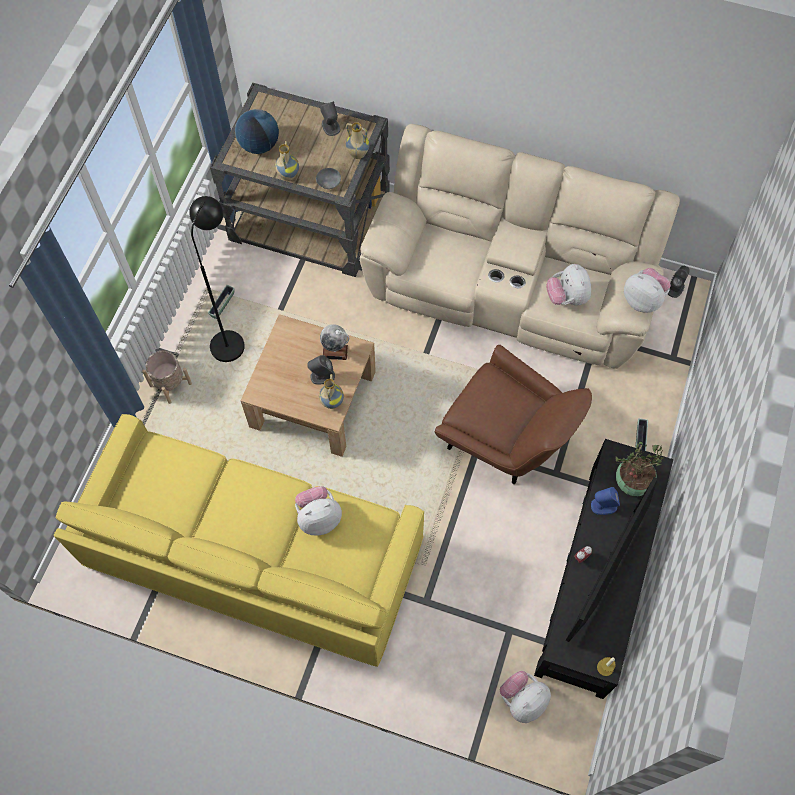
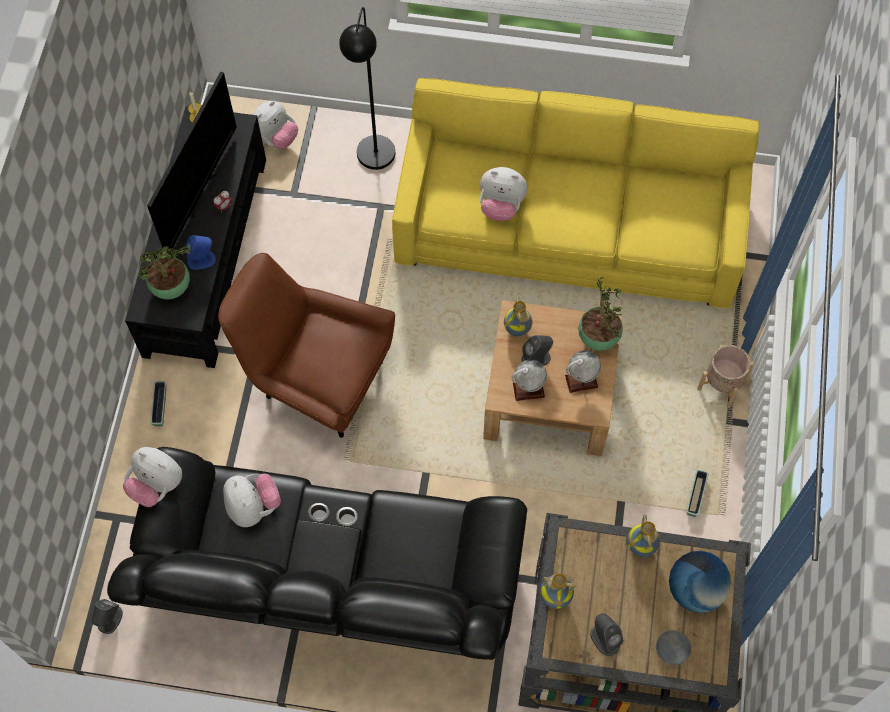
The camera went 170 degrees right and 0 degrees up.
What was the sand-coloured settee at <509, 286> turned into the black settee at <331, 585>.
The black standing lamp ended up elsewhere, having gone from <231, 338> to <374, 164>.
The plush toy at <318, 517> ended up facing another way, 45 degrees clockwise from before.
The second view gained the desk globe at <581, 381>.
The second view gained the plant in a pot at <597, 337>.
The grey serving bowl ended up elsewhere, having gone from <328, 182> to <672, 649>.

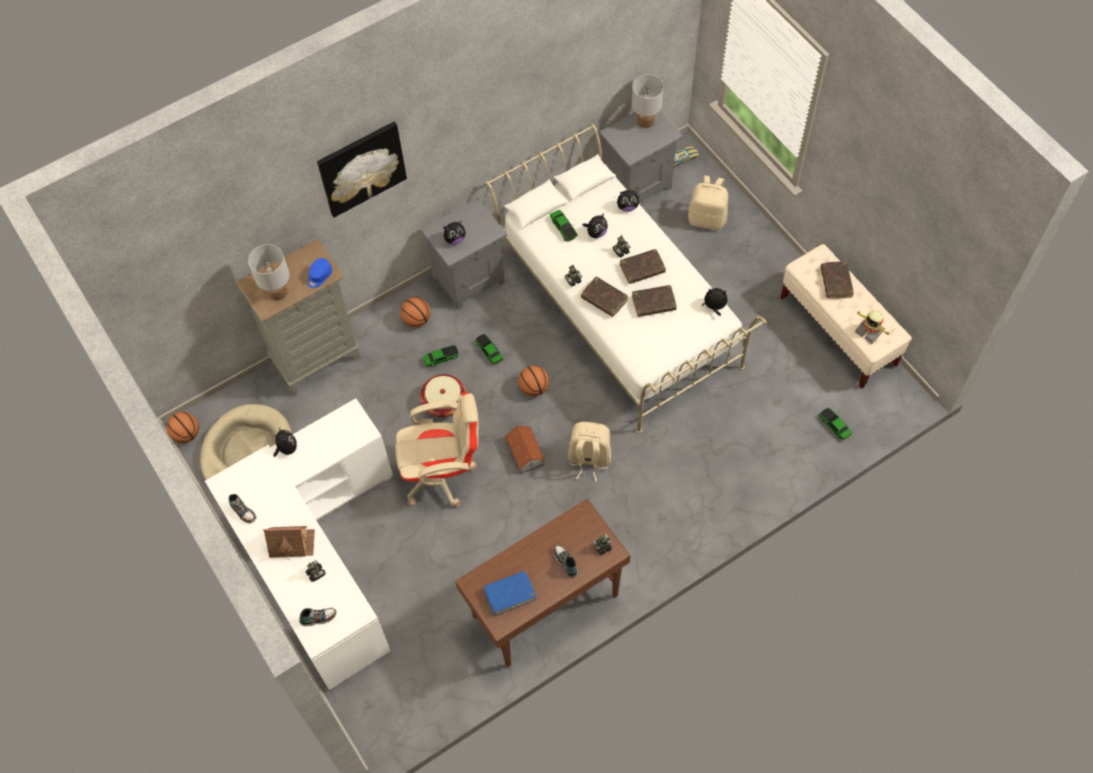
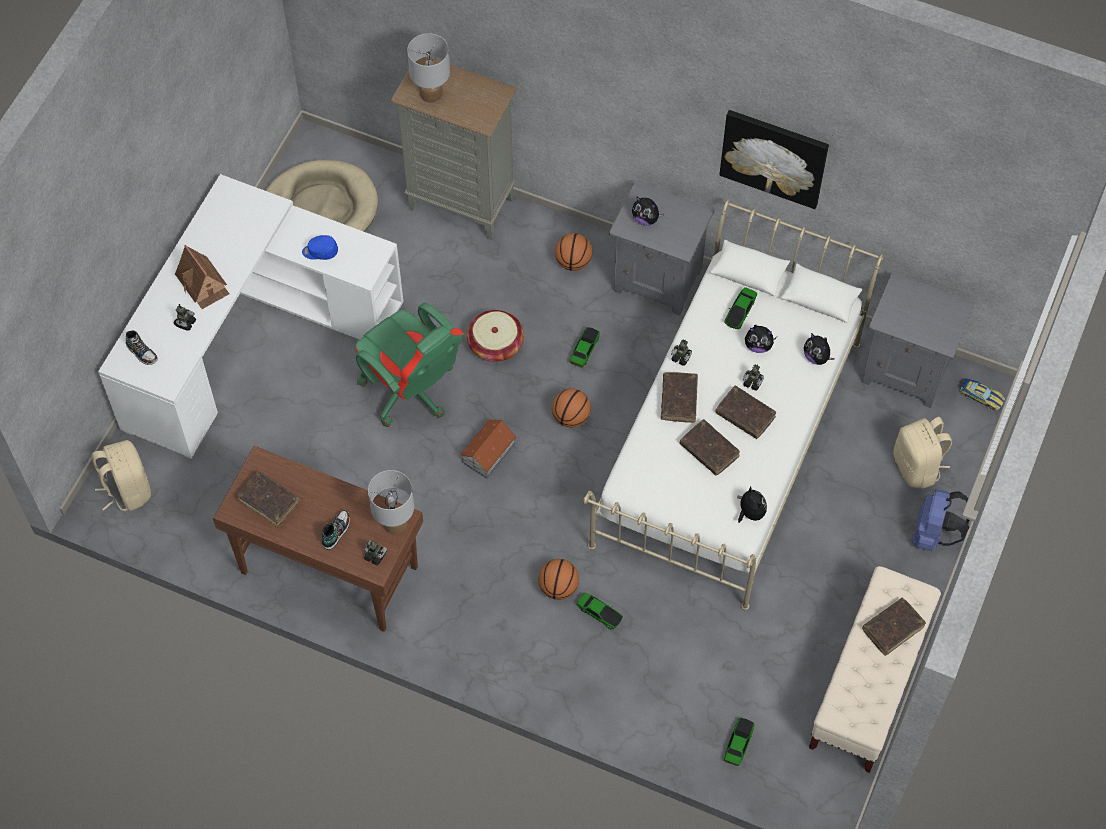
The camera went 55 degrees right and 0 degrees up.
The sand-coloured knapsack ended up elsewhere, having gone from <589, 459> to <127, 489>.
What was the blue book at <510, 595> turned into the brown book at <269, 501>.
The blue peaked cap ended up elsewhere, having gone from <319, 276> to <320, 252>.
What was the sand-coloured desk chair at <444, 475> turned into the green-coloured desk chair at <412, 393>.
The grey lamp for a table ended up elsewhere, having gone from <645, 121> to <394, 523>.
The ball for basketball ended up elsewhere, having gone from <186, 434> to <558, 587>.
The model car ended up elsewhere, having gone from <441, 358> to <599, 613>.
The wall picture ended up elsewhere, having gone from <361, 168> to <774, 157>.
The second view gained the blue knapsack at <934, 534>.
The second view lost the low shoe at <243, 511>.
The second view lost the plush toy at <286, 448>.
The second view lost the toy robot at <869, 330>.

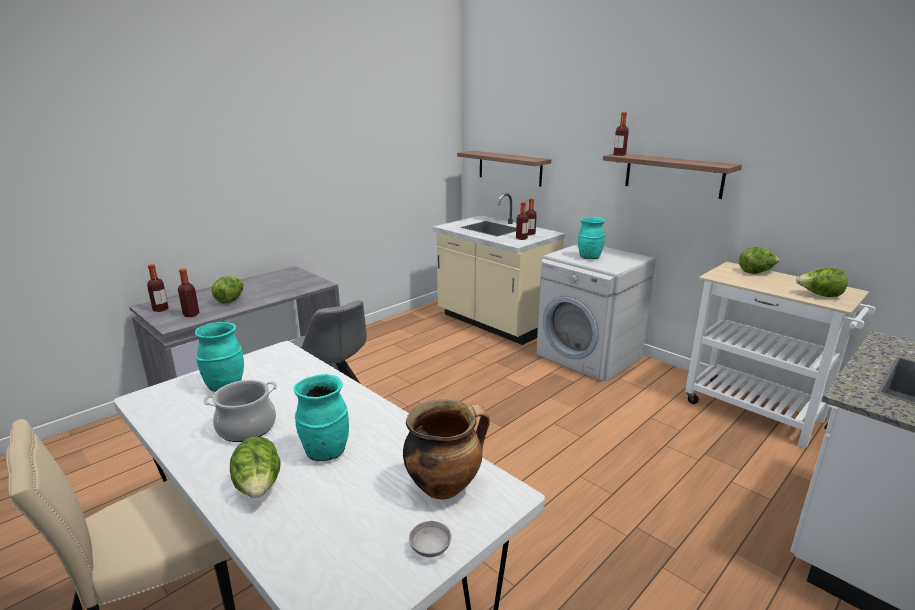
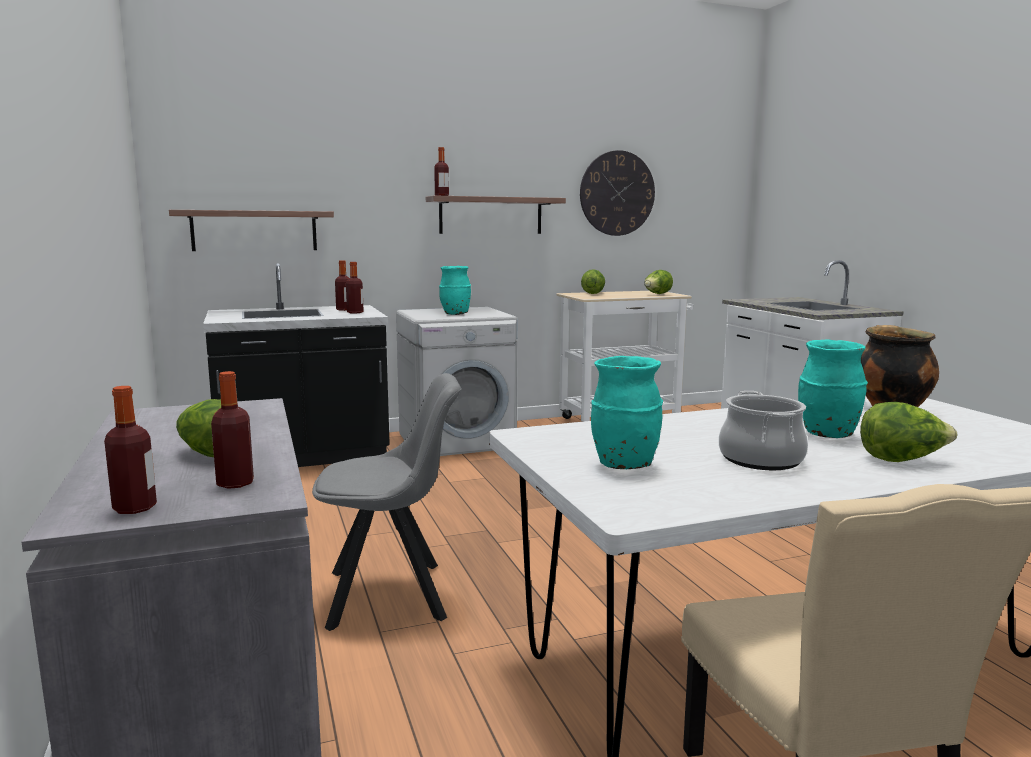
The camera went 65 degrees left and 10 degrees down.
What was the sand-coloured kitchen counter at <495, 322> turned into the black kitchen counter at <303, 456>.
The second view gained the wall clock at <617, 193>.
The second view lost the grey serving bowl at <430, 548>.

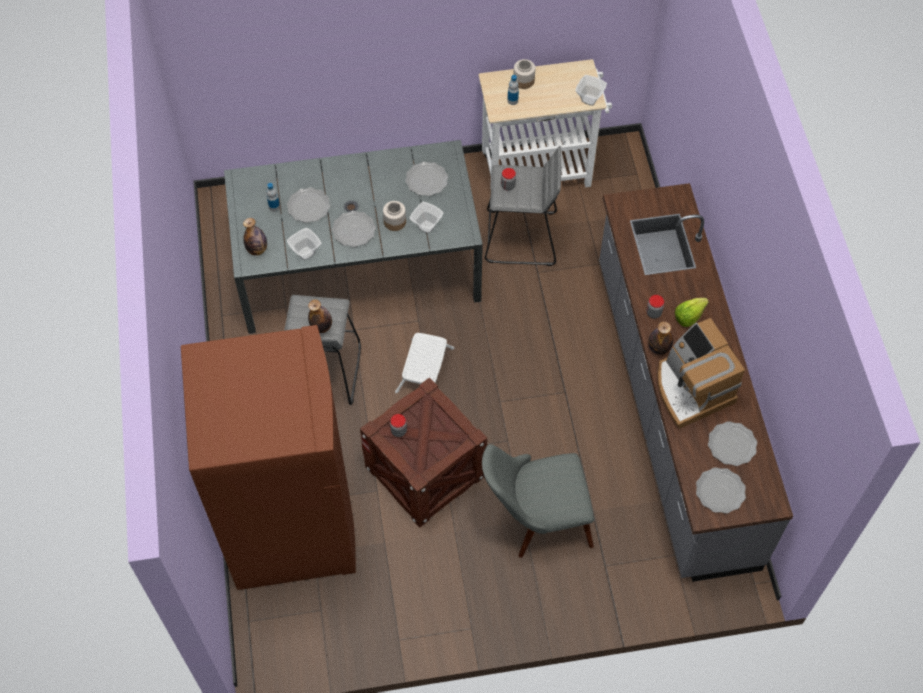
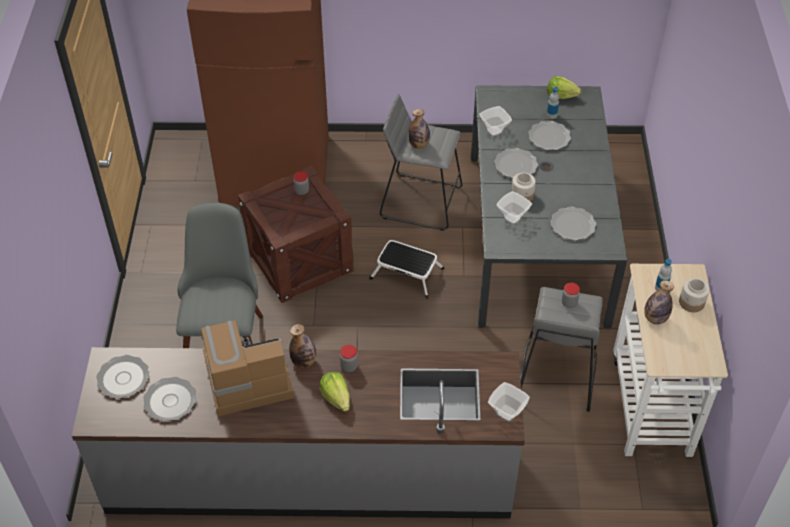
The camera went 100 degrees right and 10 degrees down.
What was the whitish step ladder at <425, 370> turned into the black step ladder at <406, 274>.
The serving bowl ended up elsewhere, having gone from <590, 99> to <506, 414>.
The second view gained the lettuce head at <561, 95>.
The beverage bottle ended up elsewhere, having gone from <257, 250> to <655, 318>.

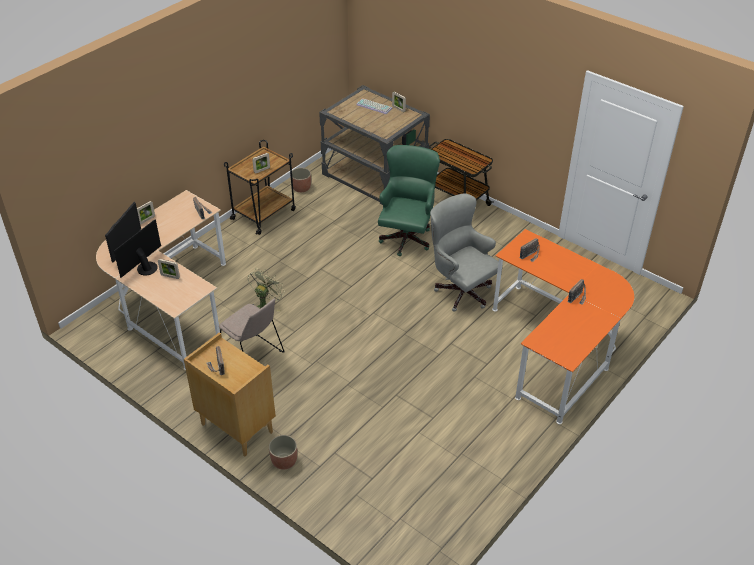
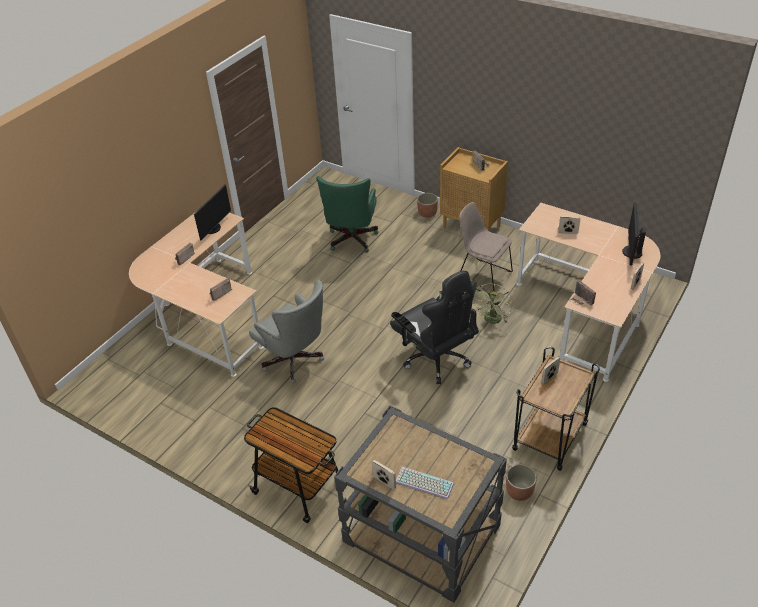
The camera went 175 degrees right and 0 degrees up.
What was the orangey desk unit at <558, 348> turned into the sand-coloured desk unit at <205, 317>.
The computer screen ended up elsewhere, having gone from <145, 268> to <213, 228>.
The green-coloured desk chair ended up elsewhere, having gone from <407, 237> to <352, 241>.
The second view gained the black desk chair at <433, 357>.

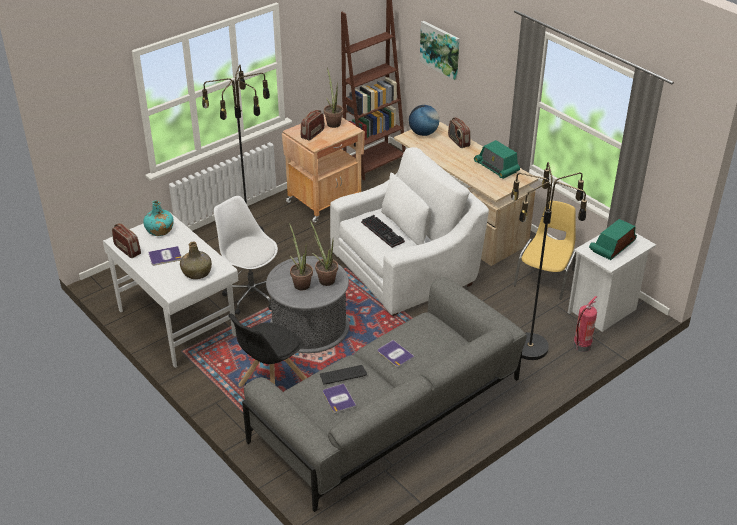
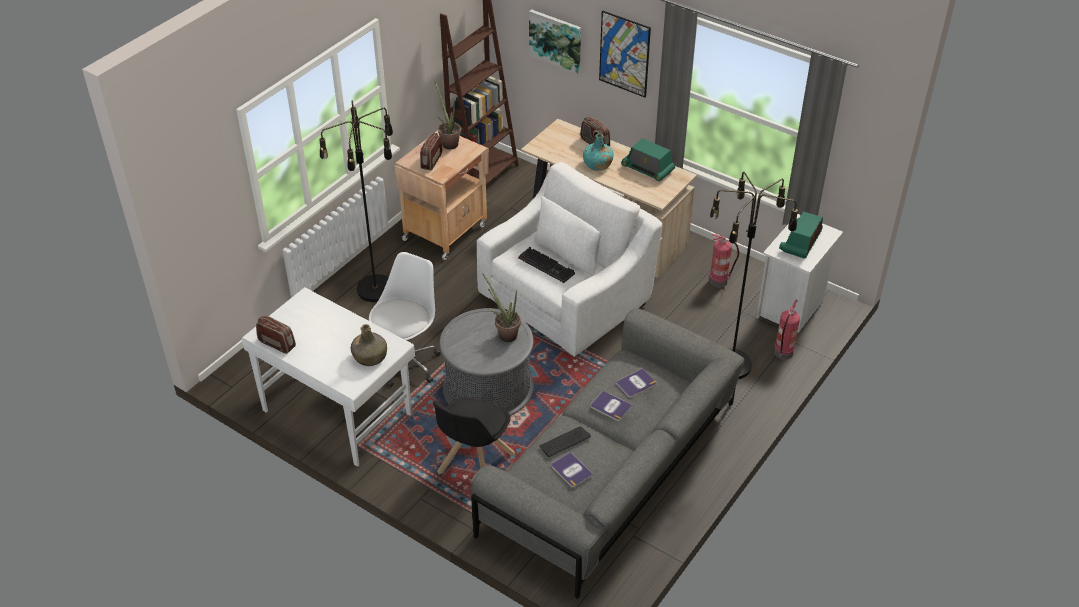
The camera went 15 degrees left and 5 degrees up.
The whitish desk chair at <251, 296> ended up facing another way, 90 degrees clockwise from before.
The turquoise-coloured beverage bottle ended up elsewhere, having gone from <159, 230> to <597, 164>.
The second view gained the wall picture at <624, 54>.
The book ended up elsewhere, having gone from <165, 256> to <636, 384>.
Where the yellowish chair stood at <545, 277>, the extinguisher came to stand at <719, 281>.
The second view lost the plant in a pot at <300, 283>.
The second view lost the desk globe at <423, 133>.

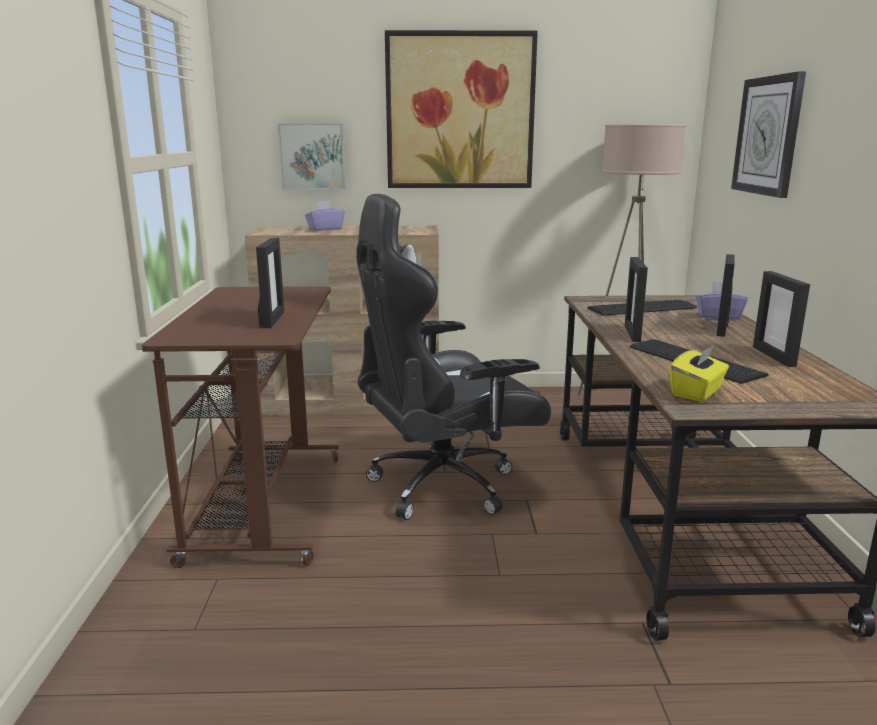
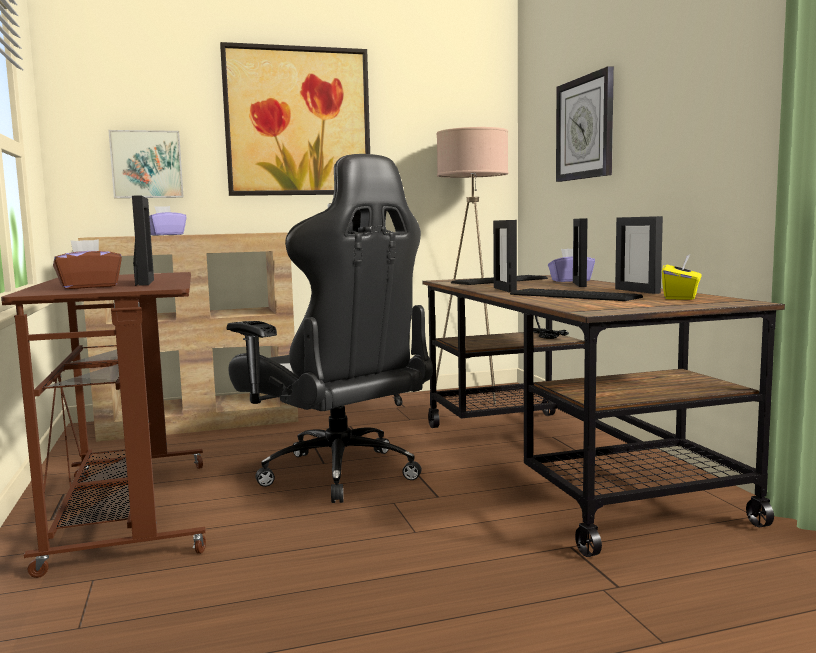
The camera went 15 degrees left and 10 degrees down.
The second view gained the brown box of tissues at <89, 287>.
The black desk chair at <450, 483> ended up facing another way, 90 degrees counterclockwise from before.
The yellowish box of tissues ended up elsewhere, having gone from <697, 392> to <681, 297>.

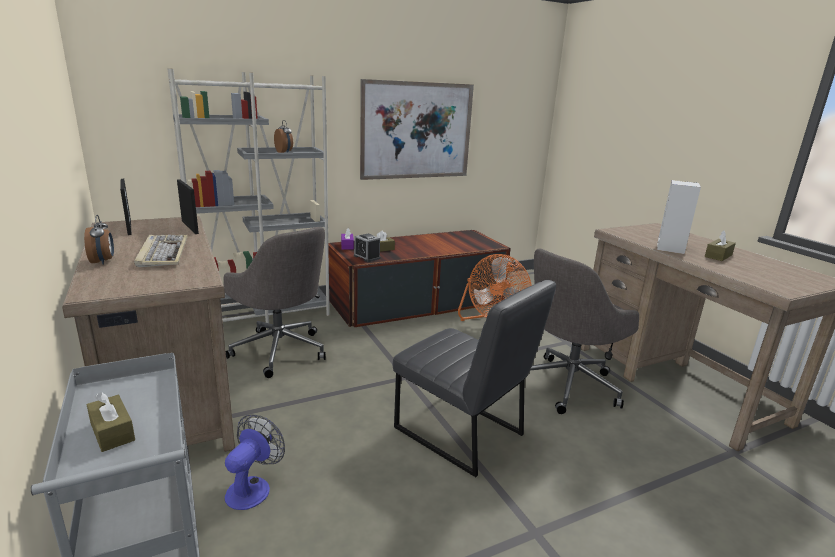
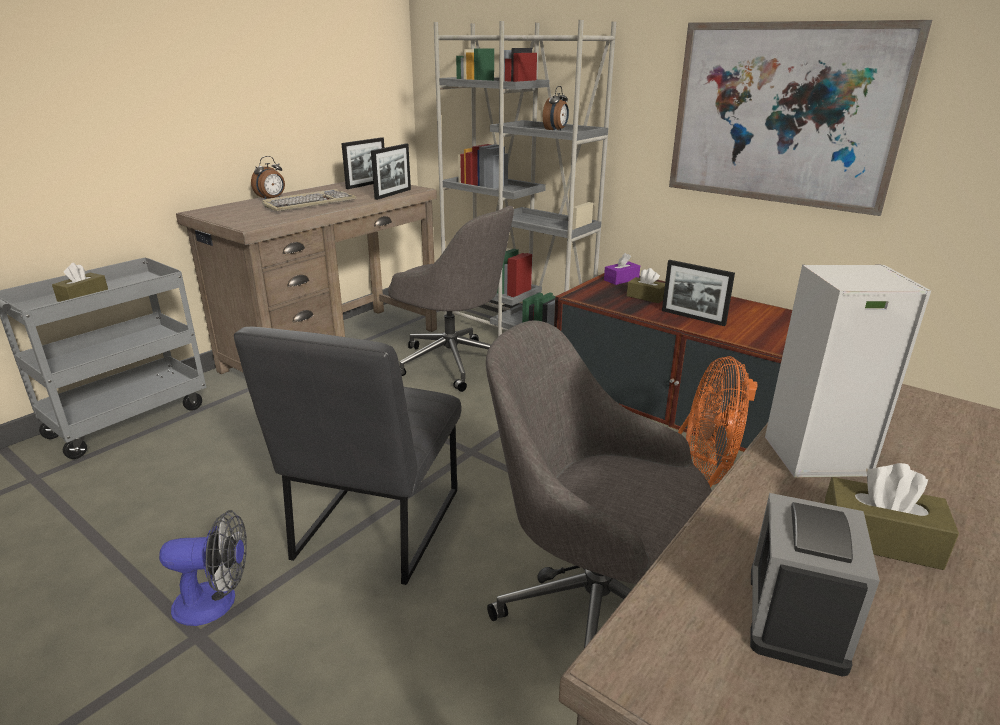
The camera went 65 degrees right and 5 degrees up.
The fan ended up elsewhere, having gone from <253, 487> to <216, 602>.
The grey desk chair at <280, 351> ended up facing another way, 75 degrees counterclockwise from before.
The second view gained the photo frame at <693, 317>.
The table clock ended up elsewhere, having gone from <367, 257> to <795, 616>.

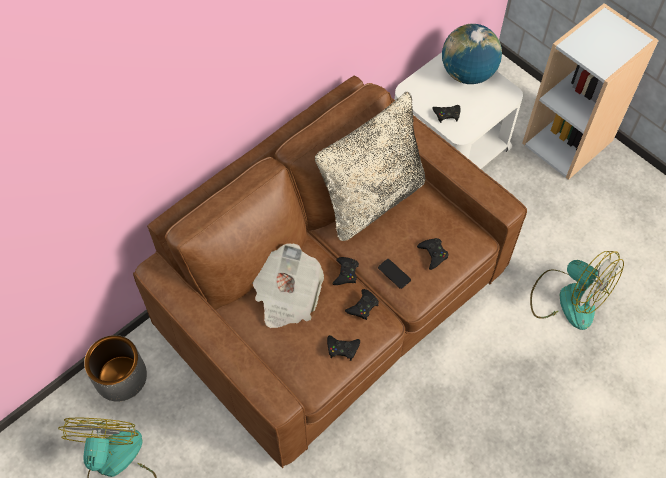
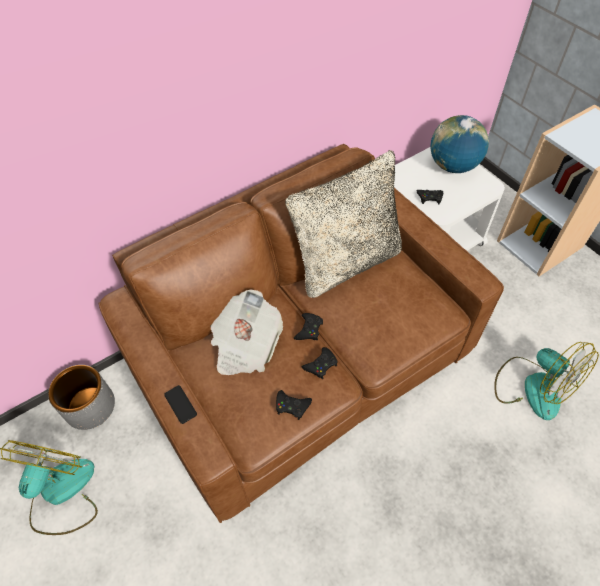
The camera went 10 degrees right and 5 degrees down.
The phone ended up elsewhere, having gone from <394, 274> to <180, 404>.
The second view lost the black game controller at <433, 254>.

